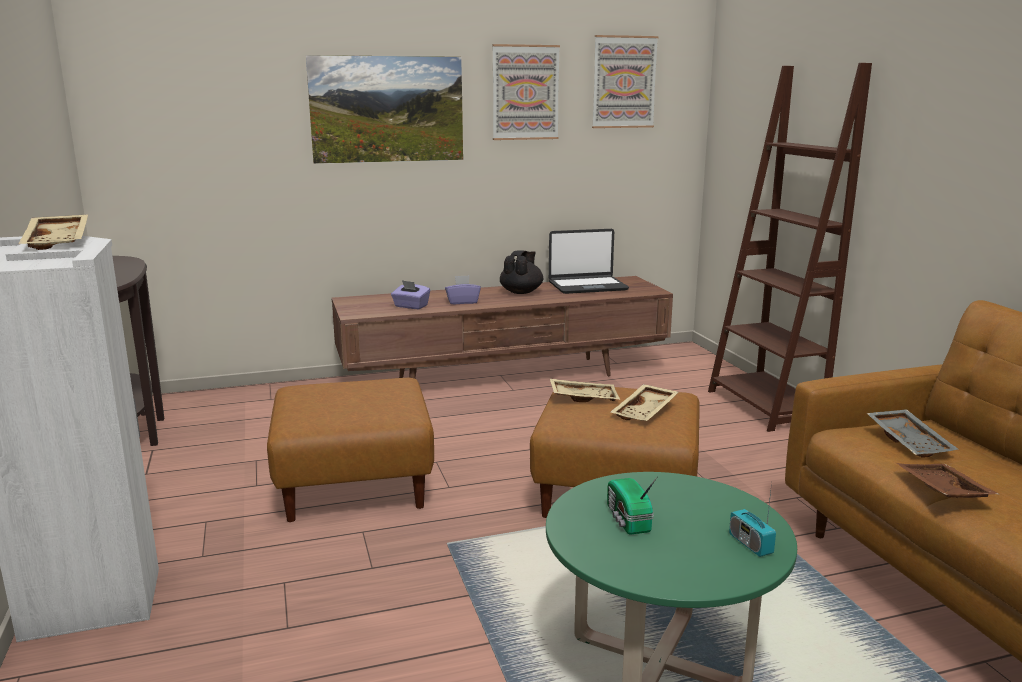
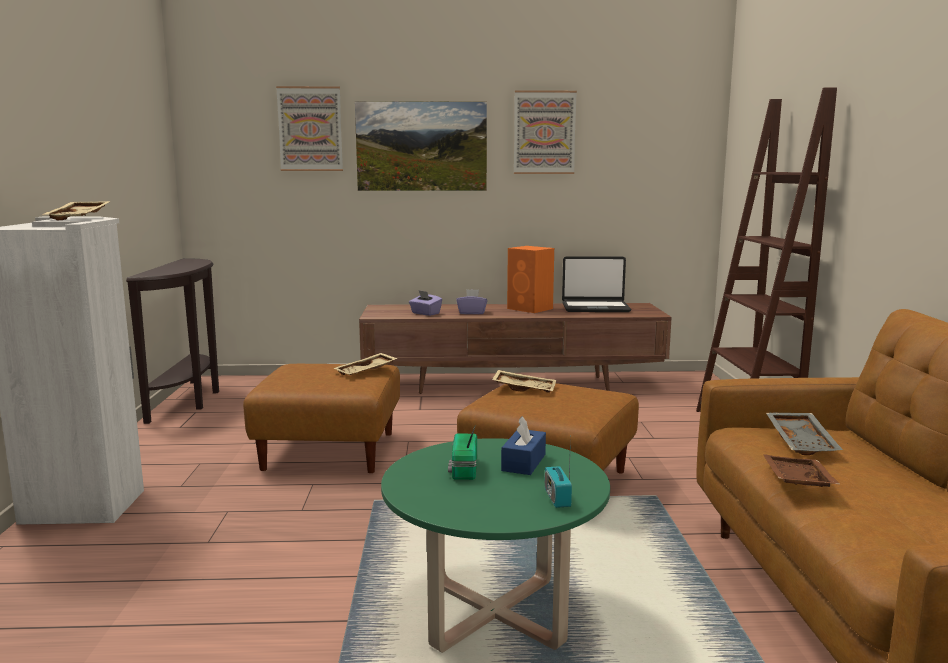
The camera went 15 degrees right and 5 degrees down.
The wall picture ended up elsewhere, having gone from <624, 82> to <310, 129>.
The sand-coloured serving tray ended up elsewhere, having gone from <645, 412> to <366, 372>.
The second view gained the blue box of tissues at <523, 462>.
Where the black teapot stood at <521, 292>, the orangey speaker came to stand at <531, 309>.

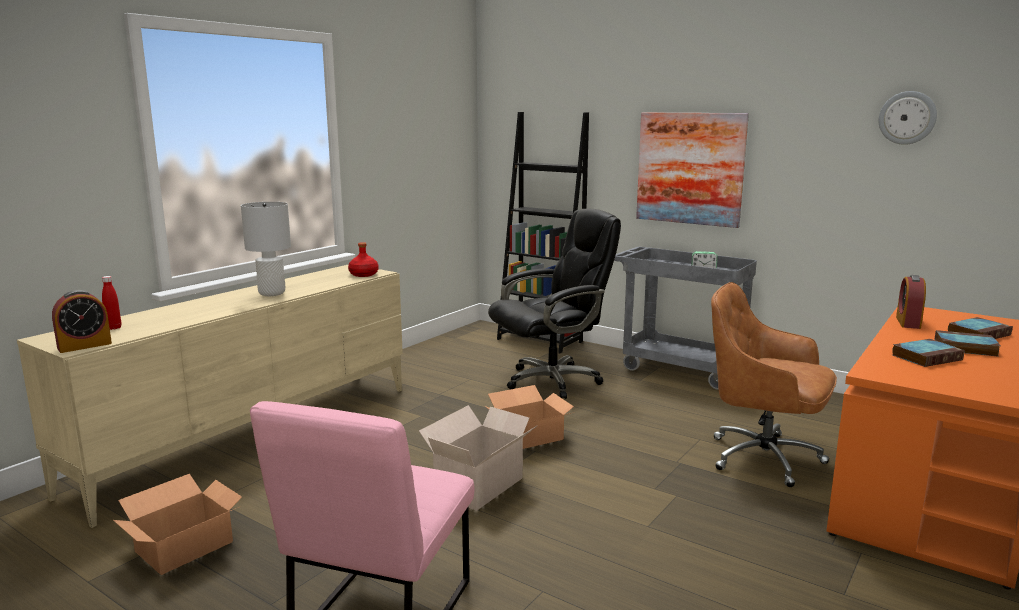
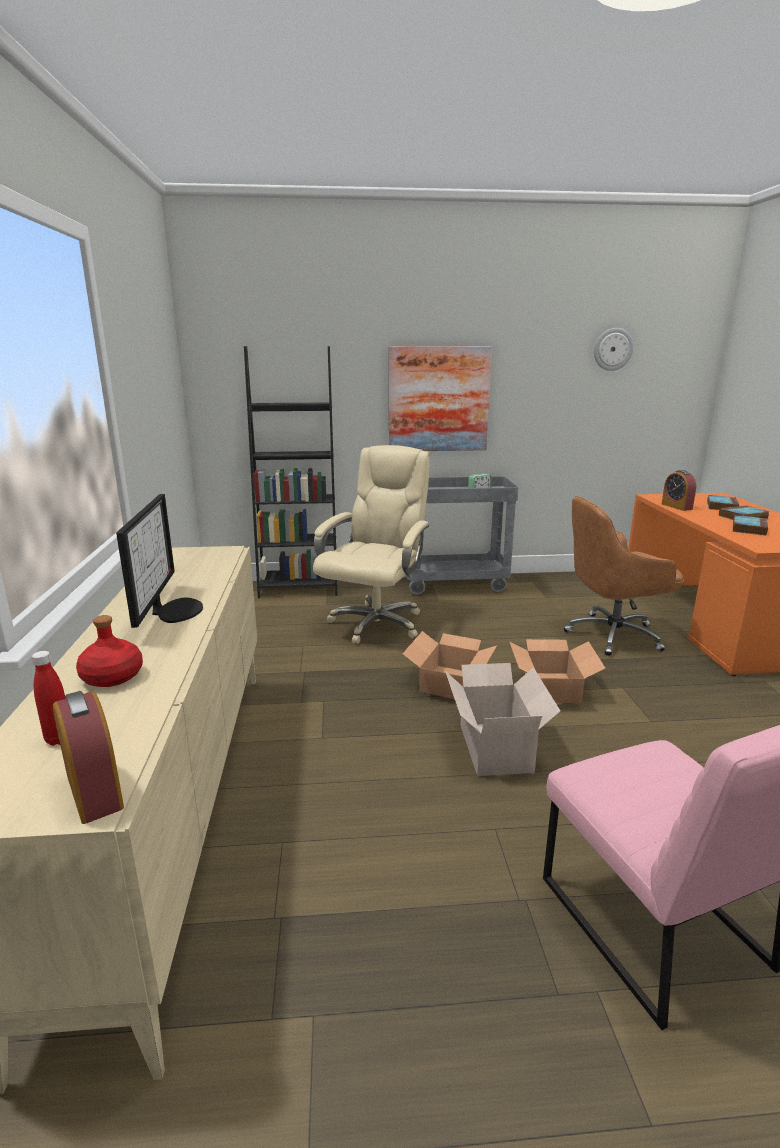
The camera went 40 degrees left and 5 degrees up.
The table clock at <84, 346> ended up facing another way, 45 degrees counterclockwise from before.
The red-coloured beverage bottle ended up elsewhere, having gone from <364, 274> to <113, 676>.
Where the grey lamp for a table stood at <272, 295>, the computer screen came to stand at <173, 610>.
What was the black desk chair at <550, 381> turned into the sand-coloured desk chair at <375, 624>.
The packing box ended up elsewhere, having gone from <185, 547> to <552, 687>.

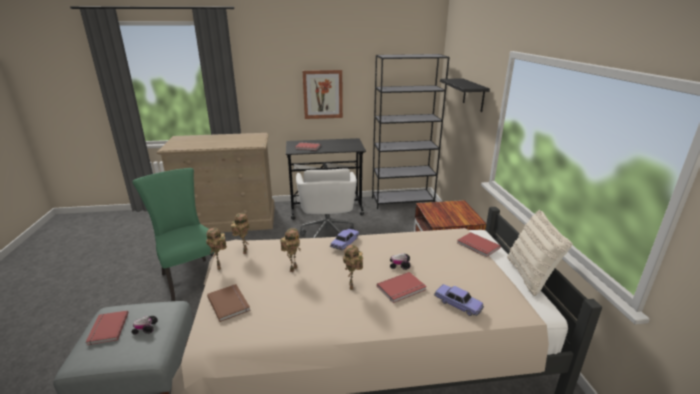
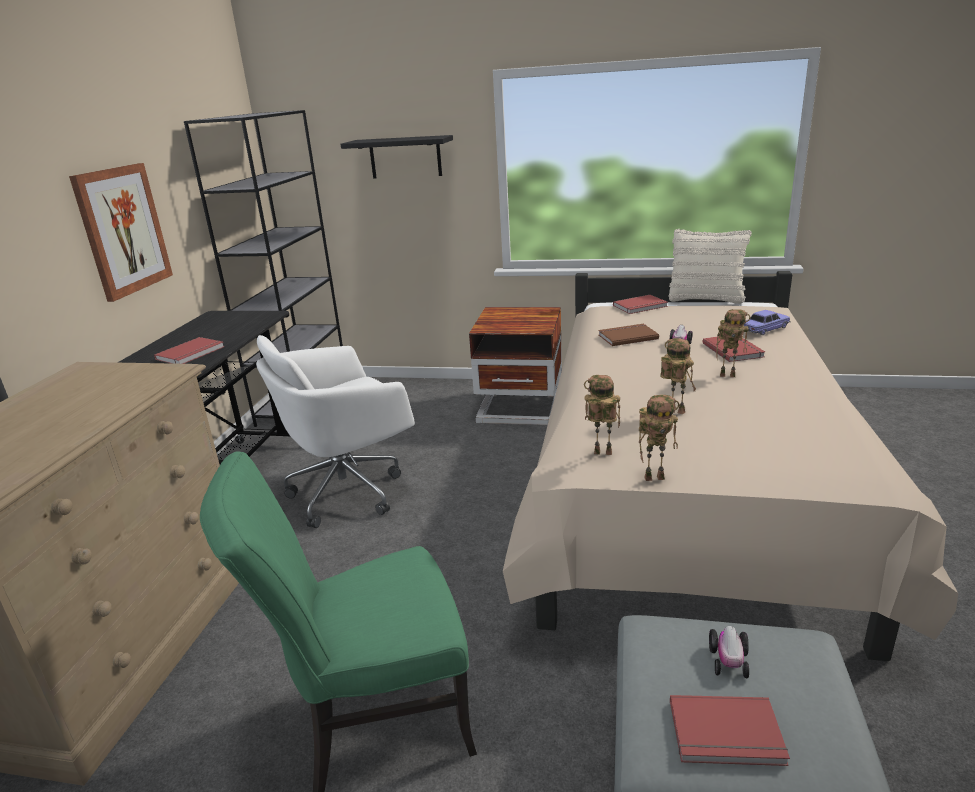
The camera went 70 degrees left and 0 degrees up.
The whitish desk chair at <327, 235> ended up facing another way, 135 degrees clockwise from before.
The brown book ended up elsewhere, having gone from <230, 303> to <627, 336>.
The second view lost the model car at <345, 243>.

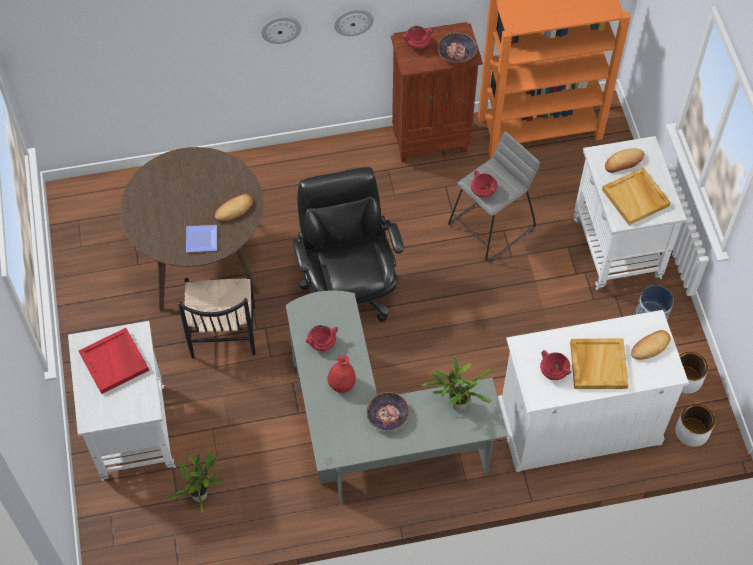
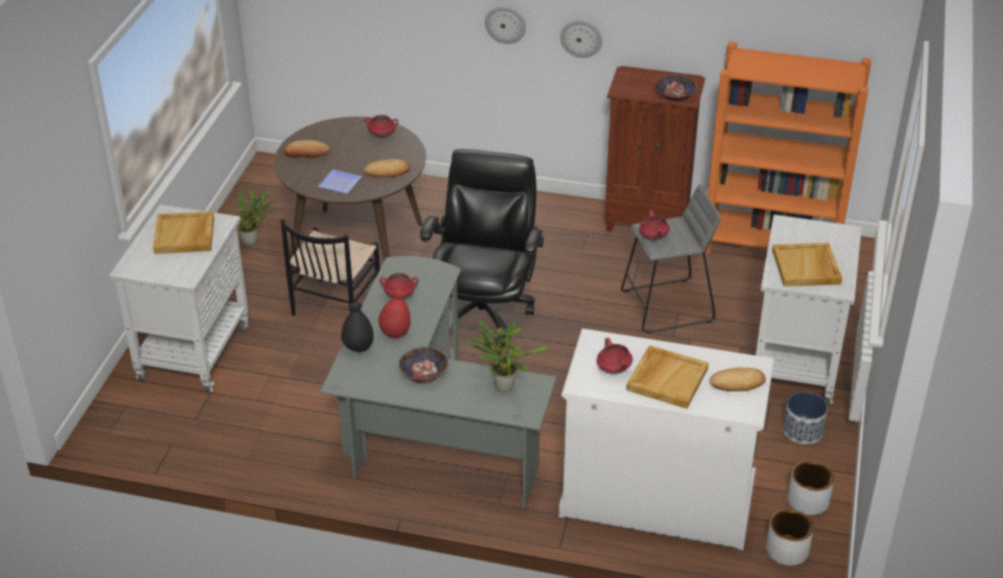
The camera went 25 degrees right and 20 degrees down.
What was the red-coloured serving tray at <115, 362> turned into the sand-coloured serving tray at <185, 235>.
The plant in a pot ended up elsewhere, having gone from <201, 494> to <252, 241>.
The bakery bread ended up elsewhere, having gone from <624, 162> to <306, 153>.
The second view gained the black vase at <358, 347>.
The red-coloured cooking pot ended up elsewhere, having gone from <417, 44> to <382, 135>.

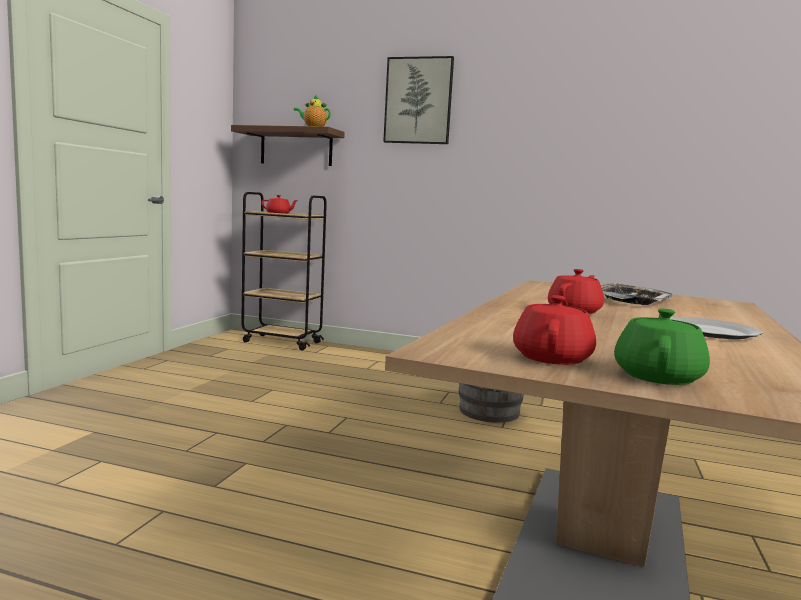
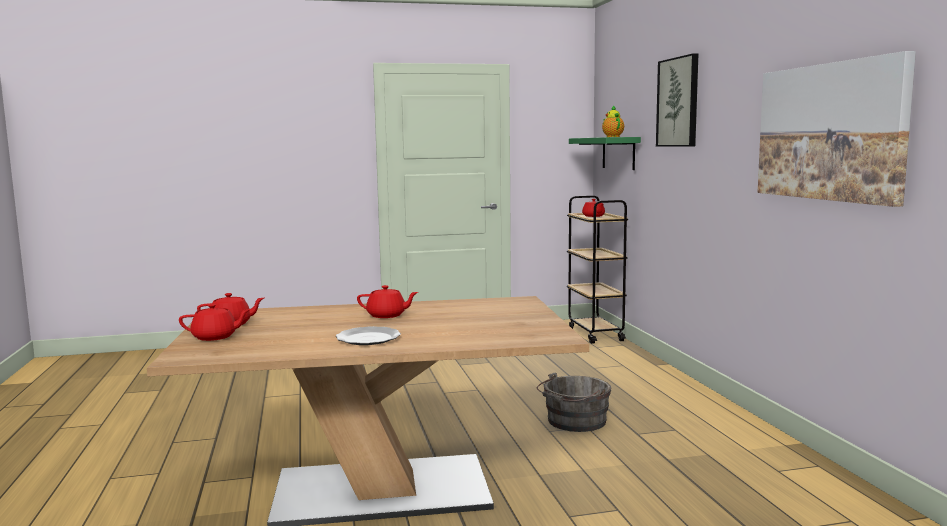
The camera went 60 degrees right and 0 degrees up.
What was the green-coloured teapot at <658, 376> turned into the red-coloured teapot at <215, 337>.
What was the brown bracket shelf at <296, 147> turned into the green-coloured bracket shelf at <618, 153>.
The second view gained the wall picture at <829, 132>.
The second view lost the serving tray at <631, 300>.

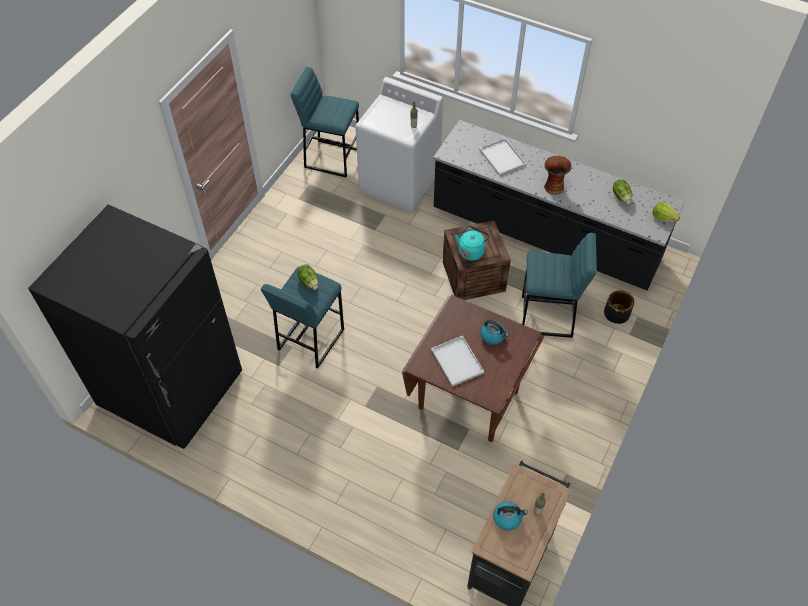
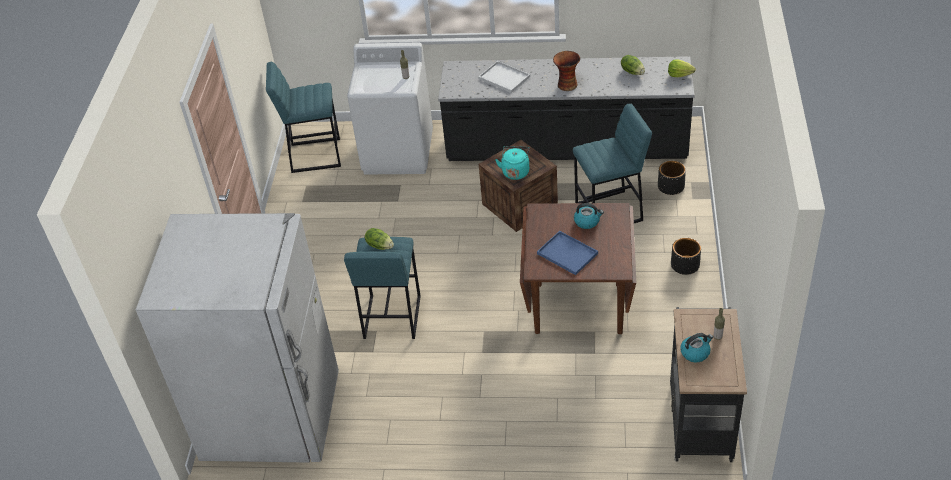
The camera went 20 degrees left and 10 degrees down.
What was the black kitchen fridge at <171, 387> turned into the whitish kitchen fridge at <272, 414>.
What was the whitish serving tray at <456, 361> turned into the blue serving tray at <566, 253>.
The second view gained the black planter at <685, 265>.

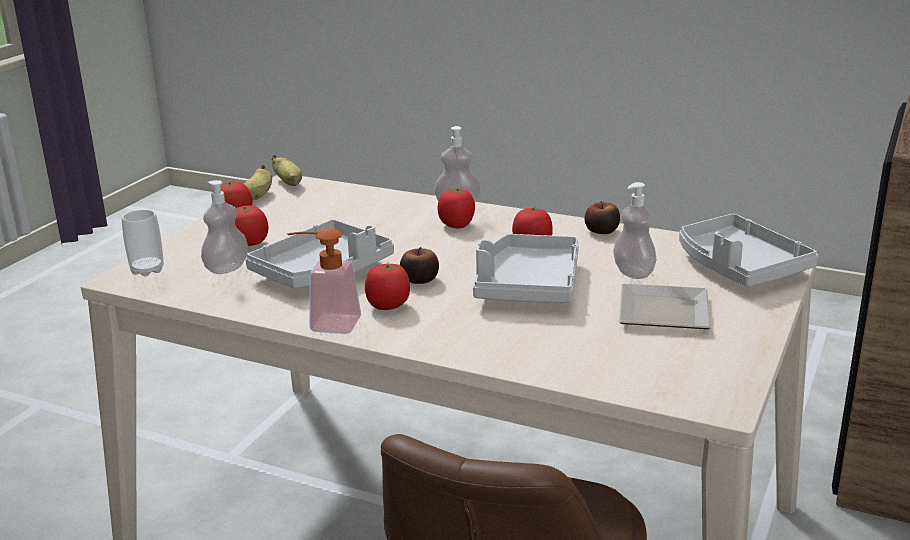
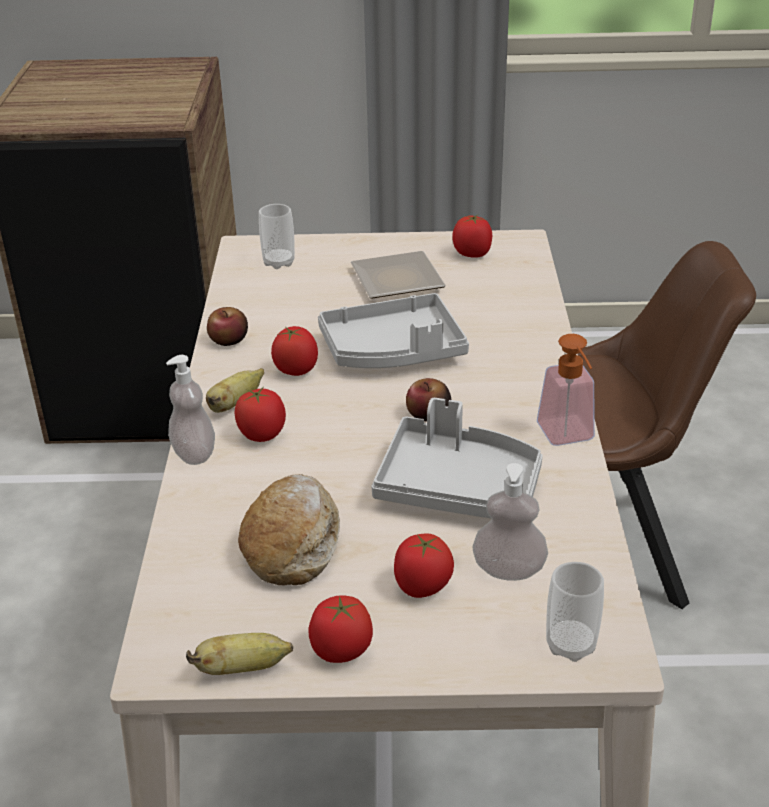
The camera went 115 degrees left and 10 degrees up.
The whole banana ended up elsewhere, having gone from <289, 183> to <235, 404>.
The second view gained the bakery bread at <292, 542>.
Where the grey serving tray stood at <738, 267>, the small cup came to stand at <279, 262>.
The whole tomato ended up elsewhere, having gone from <388, 306> to <472, 254>.
The second view lost the liquid soap bottle at <633, 273>.

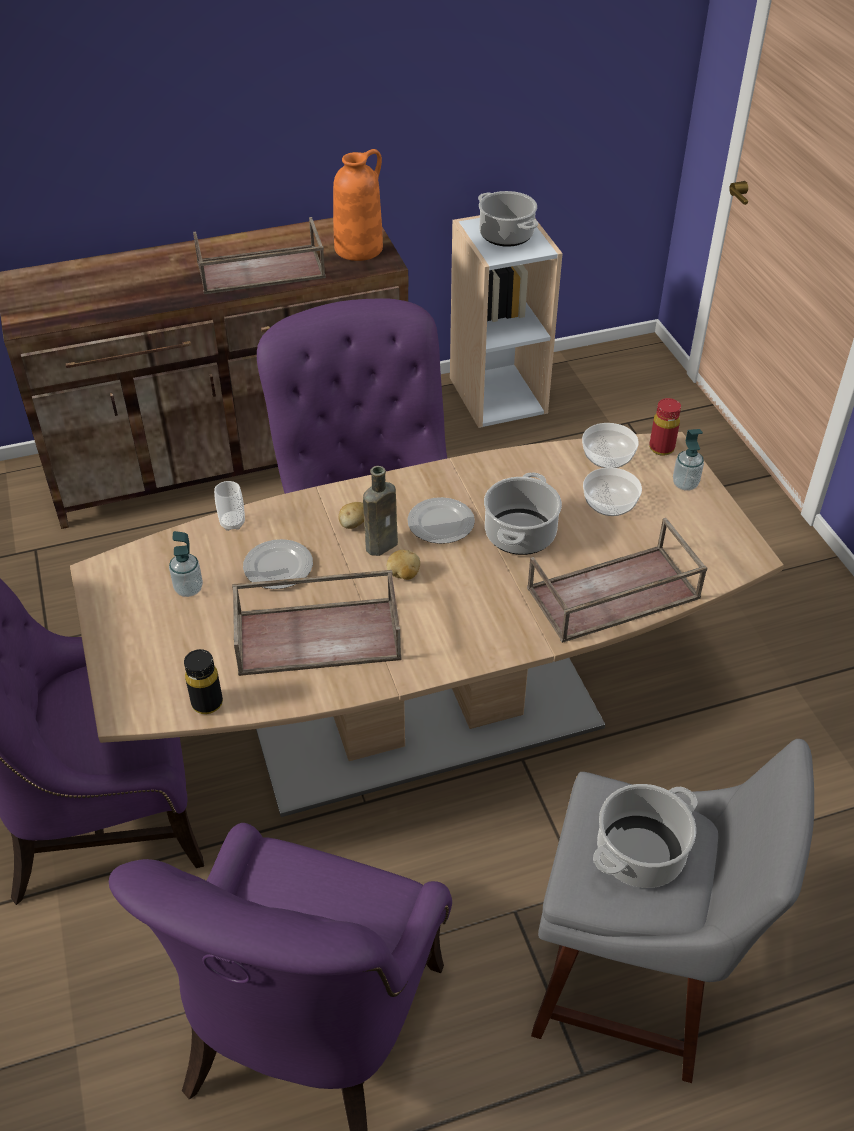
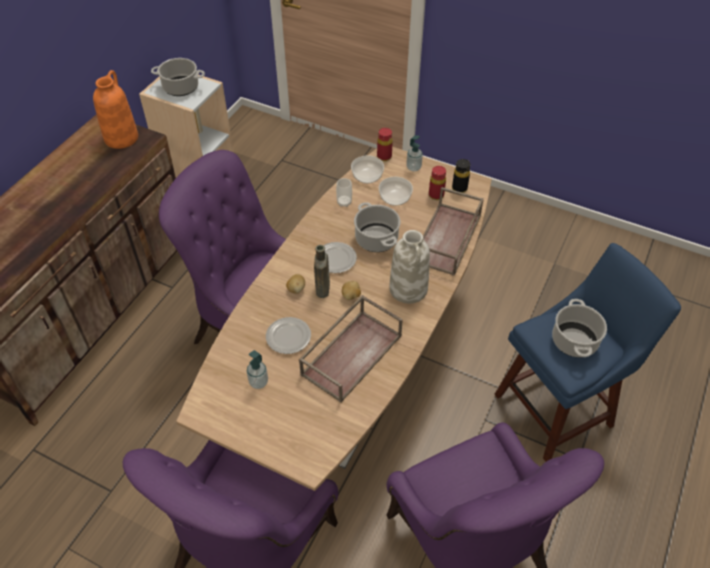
The camera went 45 degrees left and 5 degrees up.
The small cup ended up elsewhere, having gone from <232, 523> to <344, 202>.
The second view gained the whitish vase at <409, 289>.
The second view gained the red-coloured beverage bottle at <436, 195>.
The black beverage bottle ended up elsewhere, having gone from <207, 703> to <459, 188>.
What was the grey sitting stool at <636, 986> turned into the blue sitting stool at <558, 408>.
The second view lost the brown serving tray at <259, 271>.

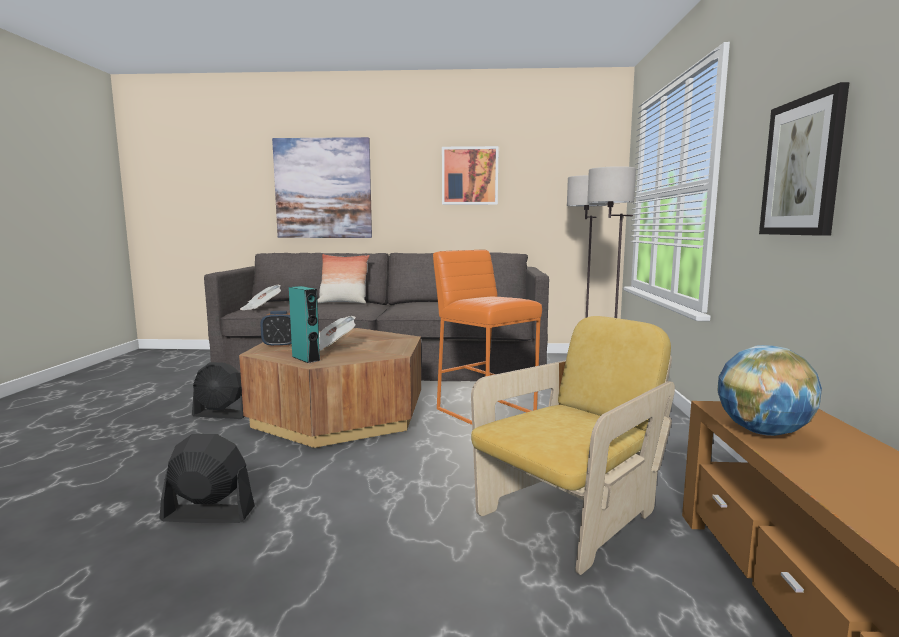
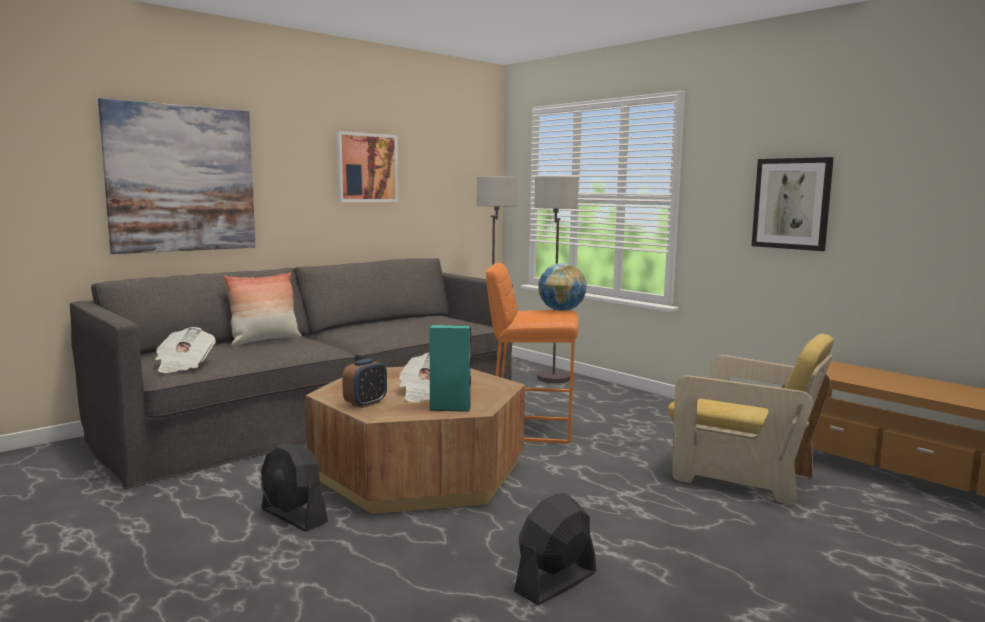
The camera went 45 degrees left and 0 degrees up.
The black fan at <222, 414> ended up facing another way, 75 degrees clockwise from before.
The desk globe ended up elsewhere, having gone from <763, 432> to <561, 310>.
The yellowish lounge chair at <569, 517> ended up facing another way, 120 degrees clockwise from before.

